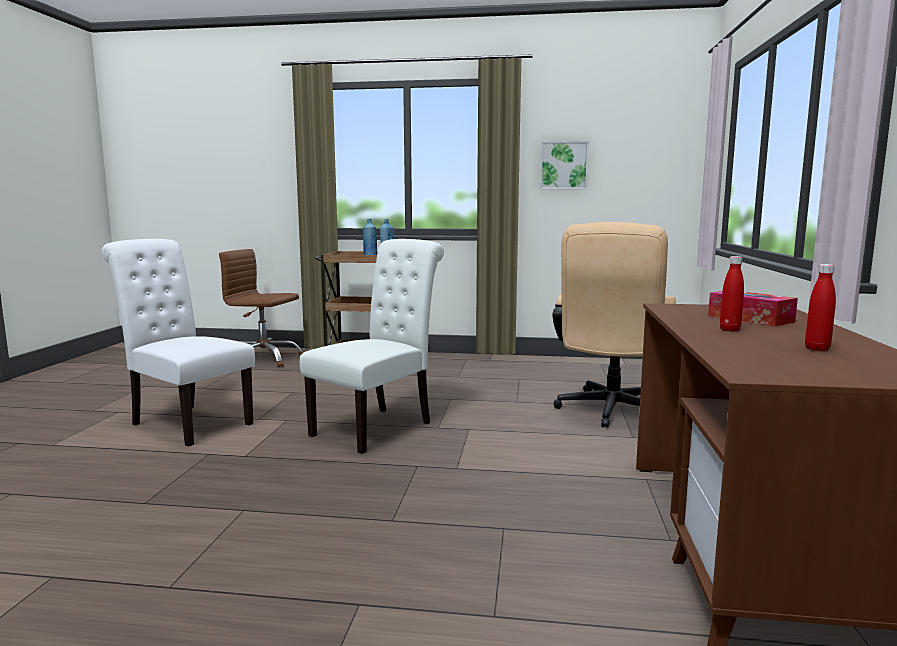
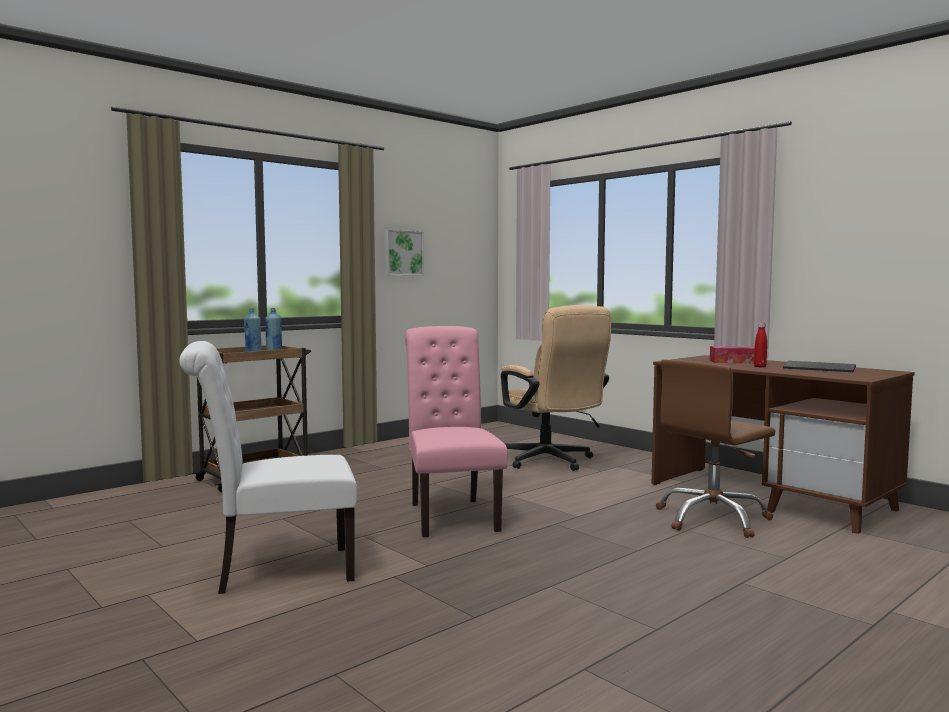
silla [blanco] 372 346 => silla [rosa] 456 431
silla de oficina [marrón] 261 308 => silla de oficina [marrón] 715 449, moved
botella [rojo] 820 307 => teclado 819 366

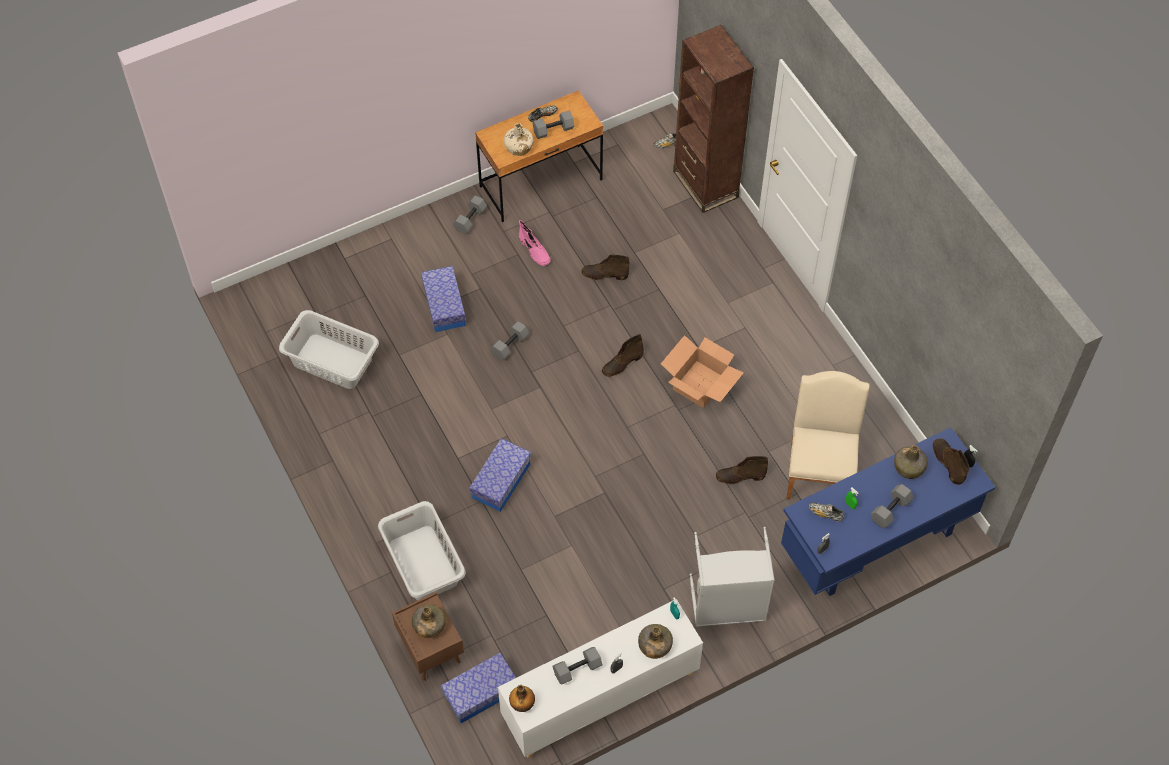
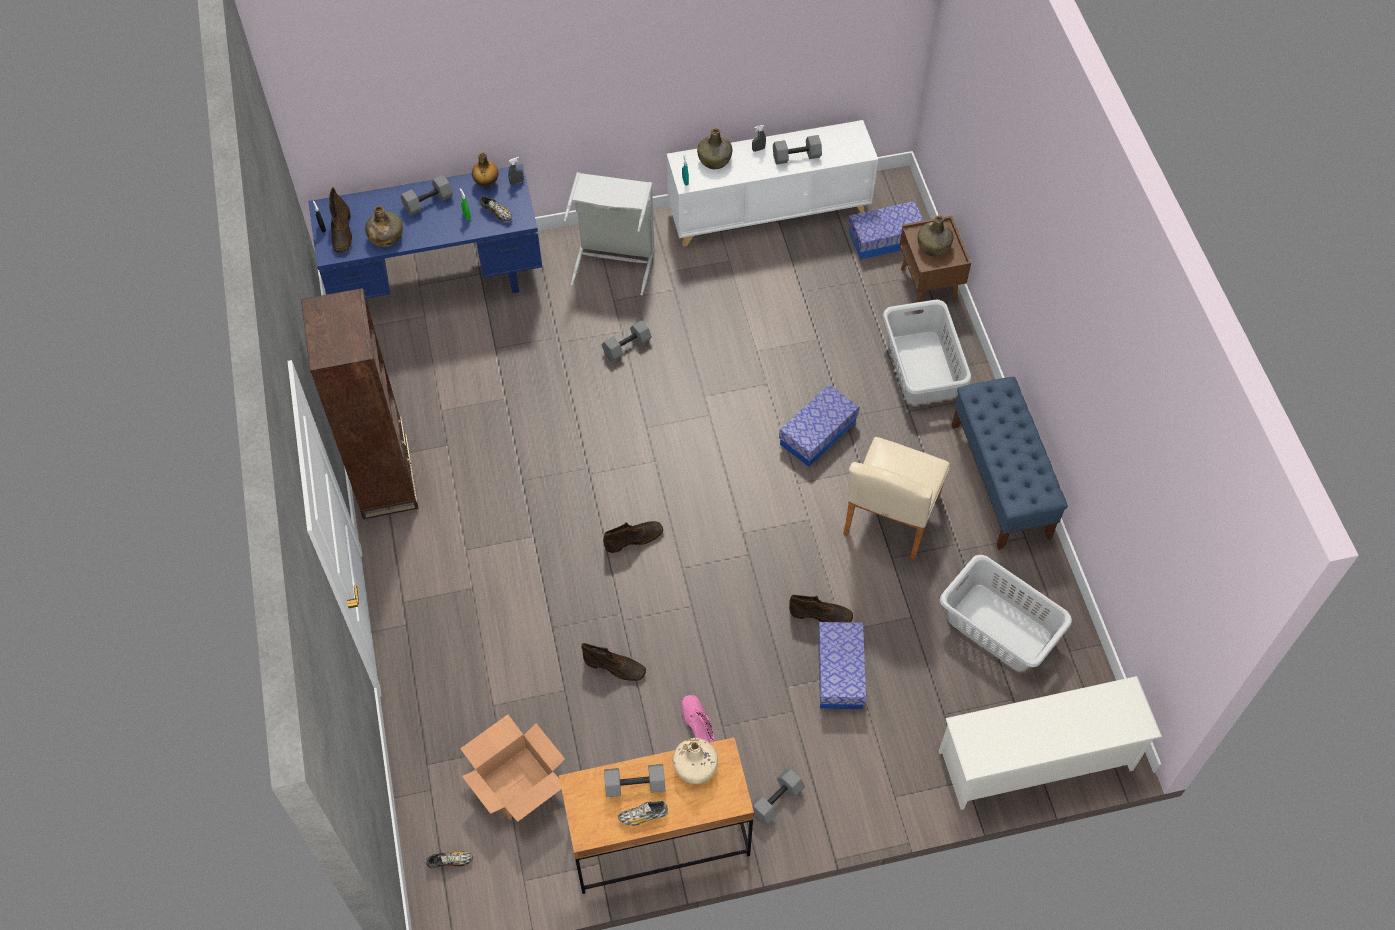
estantería [marrón] 713 119 => estantería [marrón] 359 403, moved
caja de cartón 702 371 => caja de cartón 512 768, moved
botella 522 698 => botella 485 170, moved
mancuerna [gris] 509 341 => mancuerna [gris] 627 341, moved
bota [marrón] 742 470 => bota [marrón] 821 608, moved
silla [beis] 828 435 => silla [beis] 896 498, moved
nothing => zapatero [blanco] 1050 743
nothing => banco [azul] 1010 463

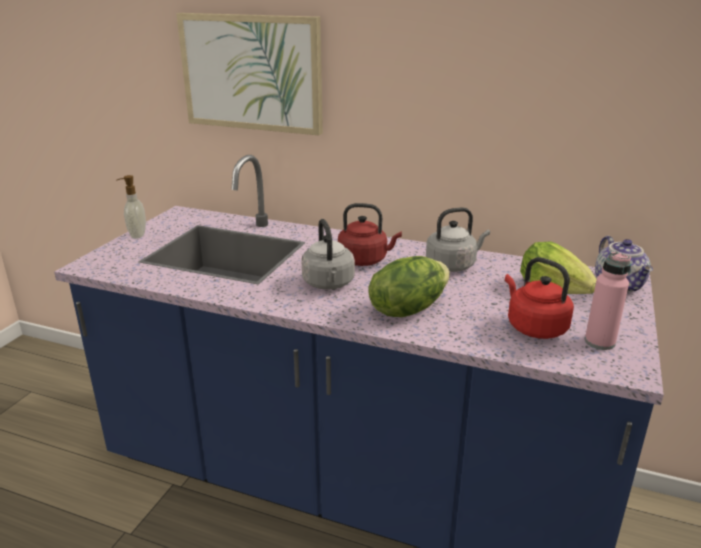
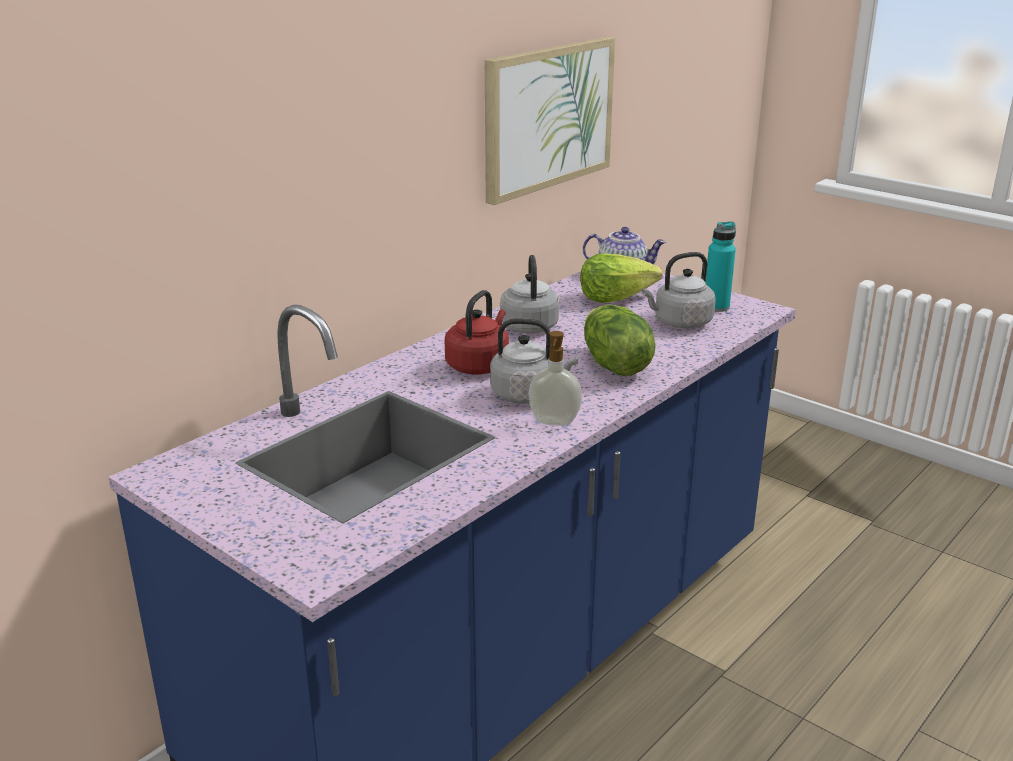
cuadro 249 74 => cuadro 550 121, moved
dispensador de jabón 131 207 => dispensador de jabón 555 378, moved
hervidor [rojo] 539 298 => hervidor [gris] 678 290
botella [rosa] 608 300 => botella [turquesa] 721 266

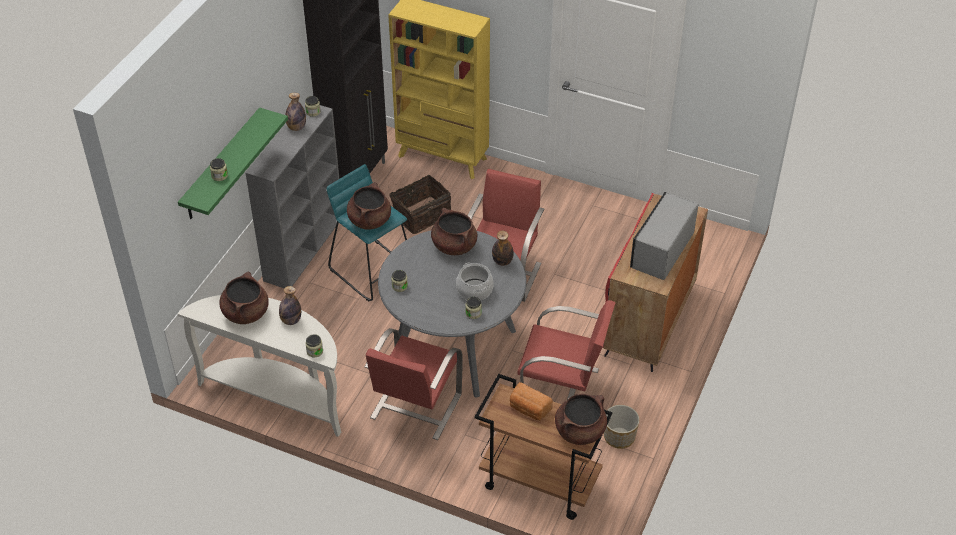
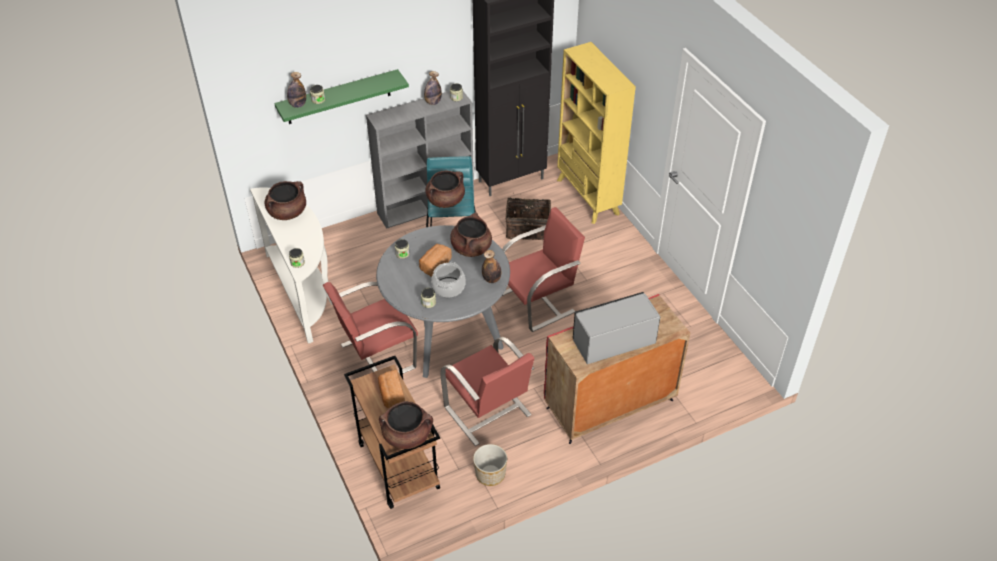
botella 290 305 => botella 296 90, moved
nothing => pan 435 260

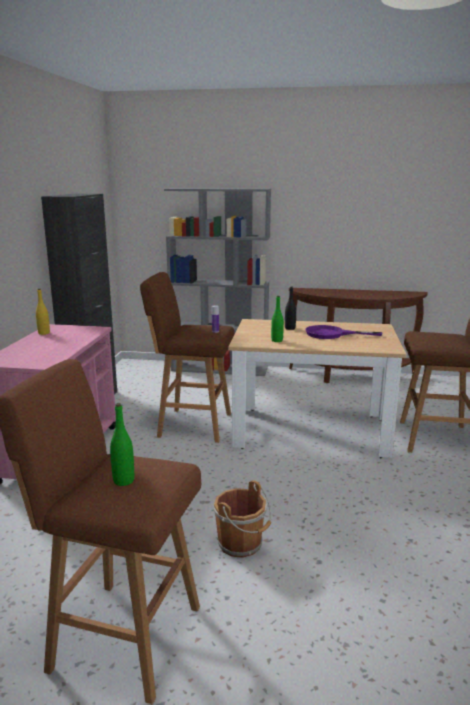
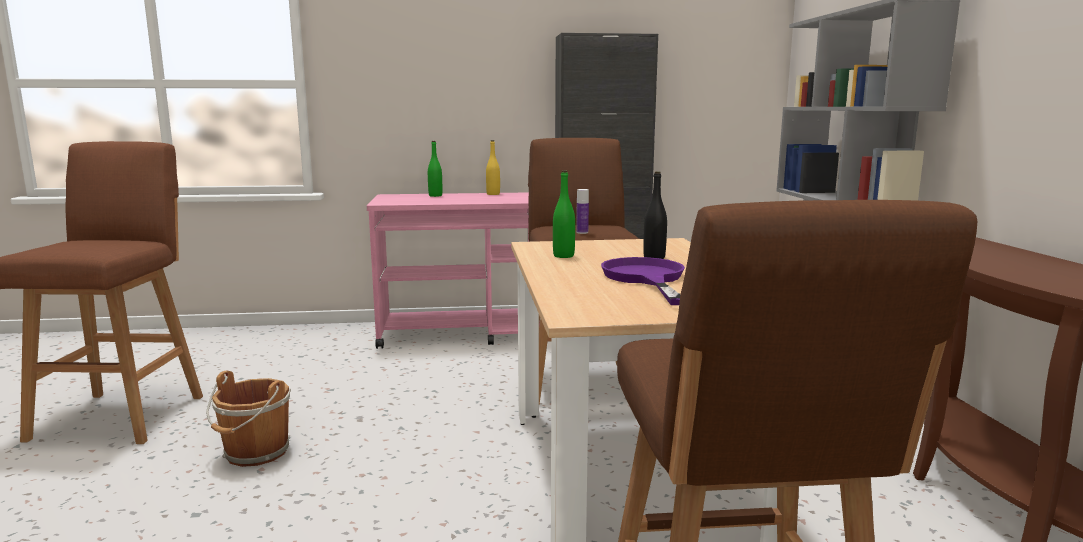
botella [verde] 122 444 => botella [verde] 435 169, moved

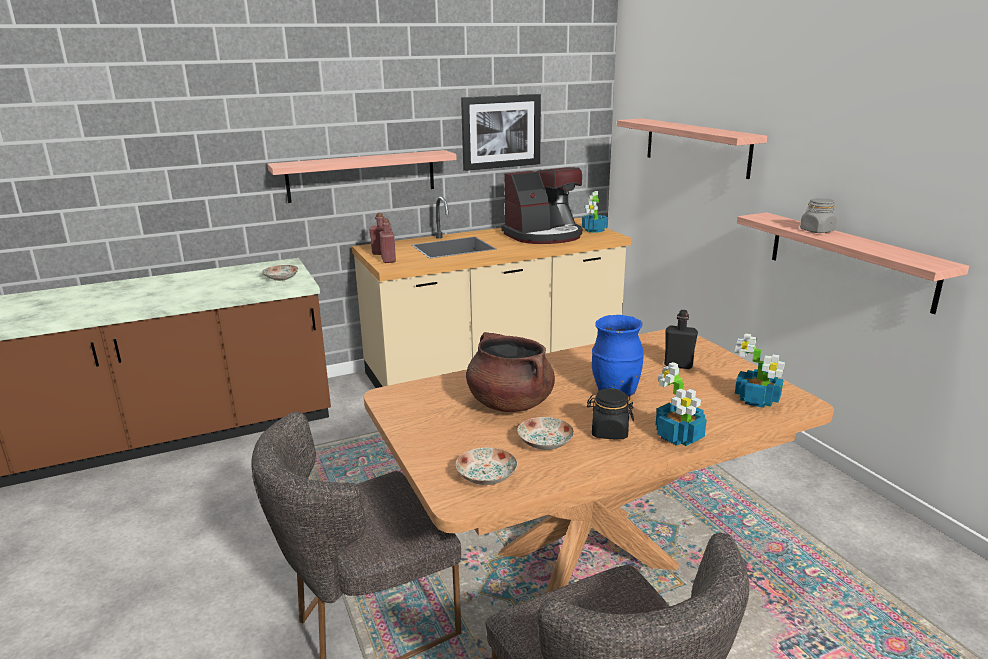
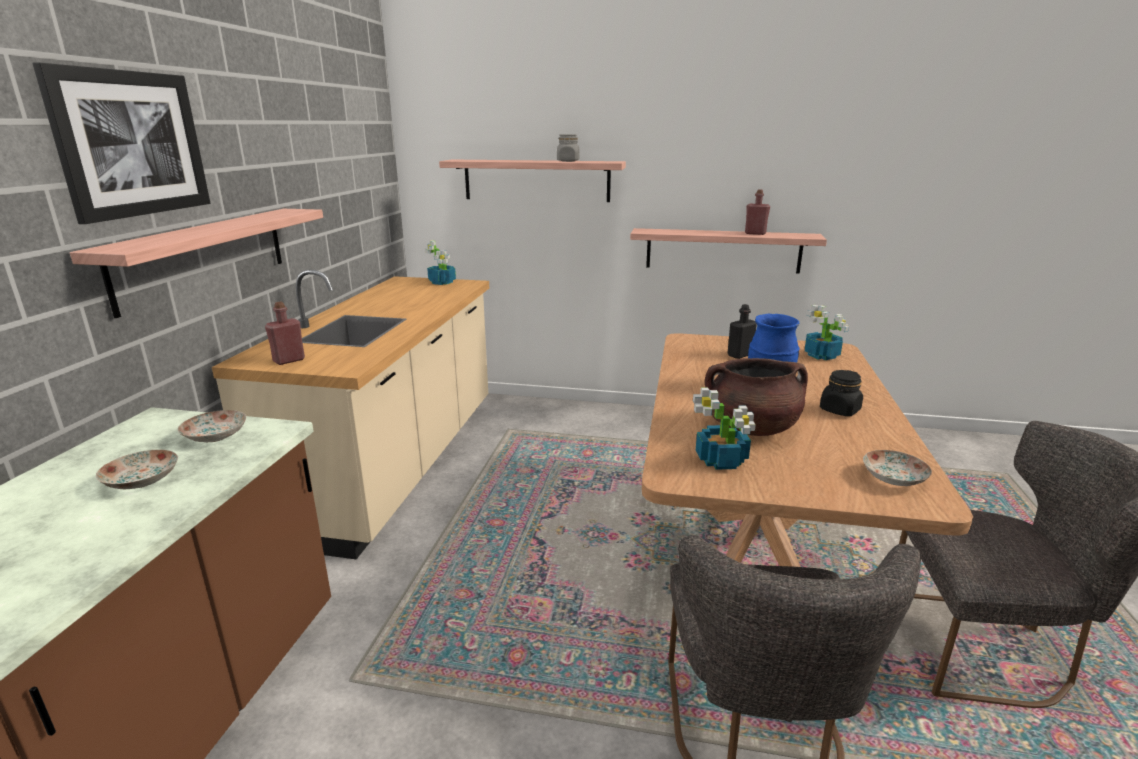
cuadro 501 132 => cuadro 121 143, moved
plato 545 433 => plato 137 469, moved
tarro [gris] 818 215 => tarro [gris] 568 148, moved
planta en maceta 681 404 => planta en maceta 724 428, moved
botella [rojo] 388 240 => botella [rojo] 757 212, moved
cafetera 541 205 => nothing

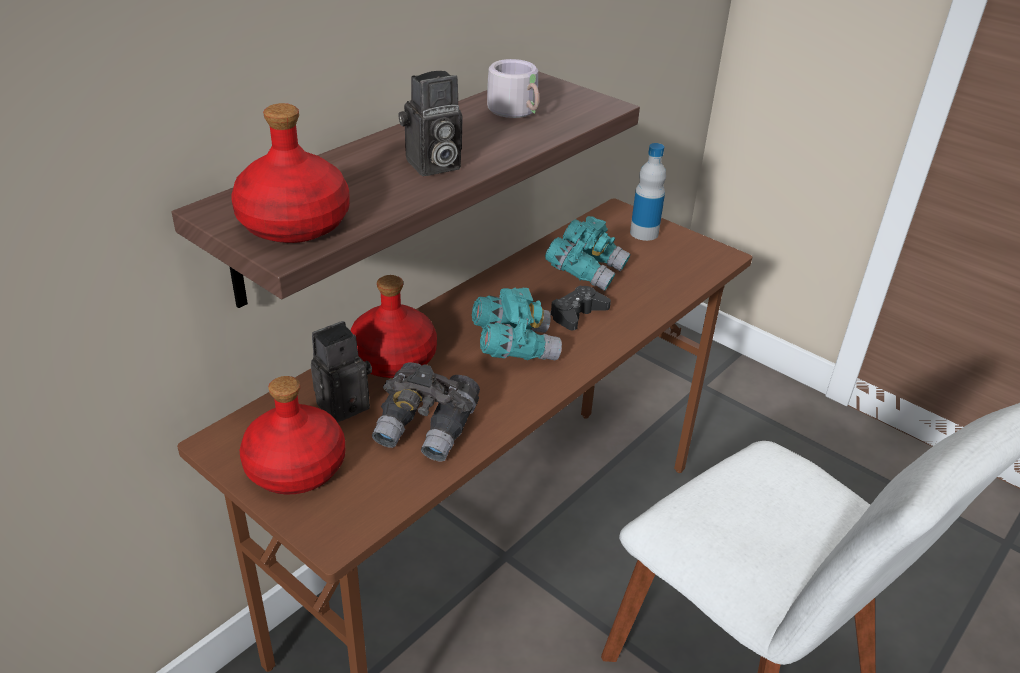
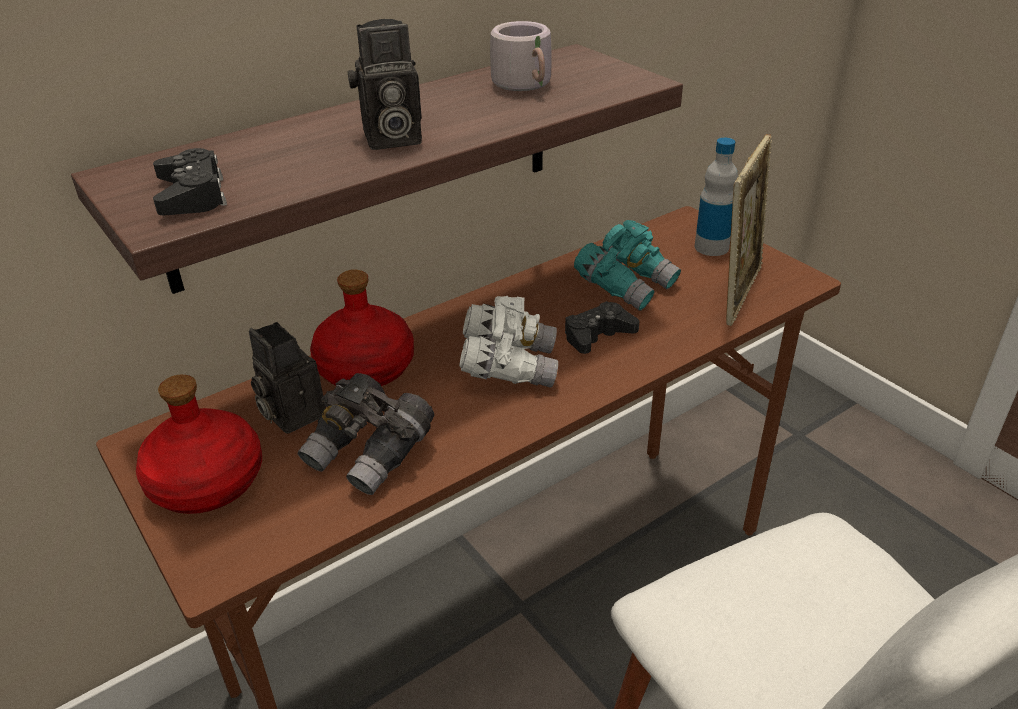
botella [rojo] 290 173 => mando de consola [negro] 190 181
cámara 341 372 => cámara 287 378, 105 degrees counterclockwise
prismáticos [turquesa] 517 324 => prismáticos [blanco] 508 342
nothing => portarretratos 749 230

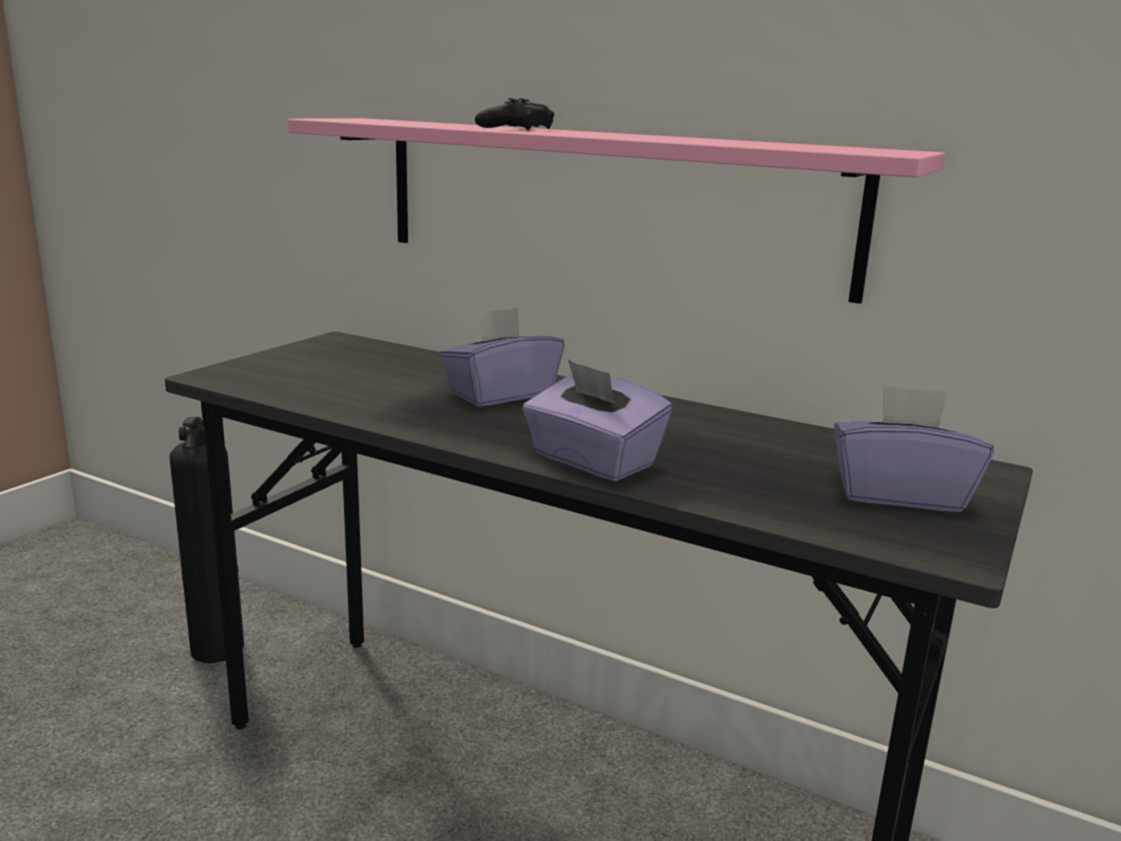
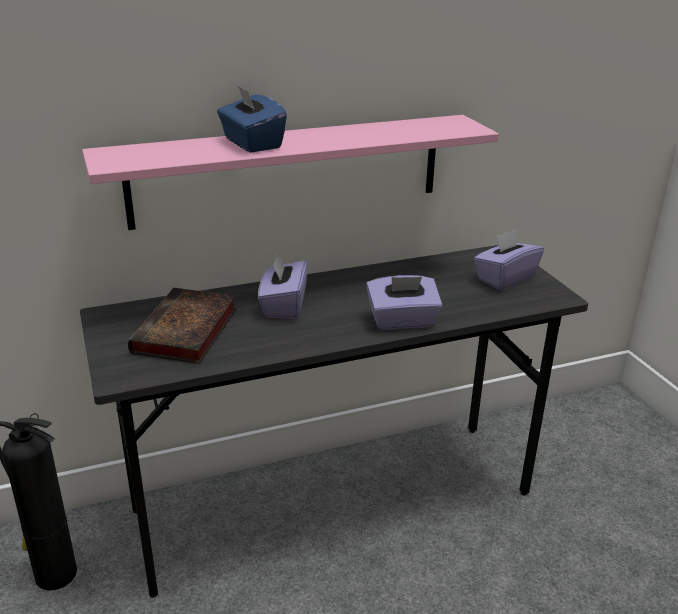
nothing => libro 182 326
mando de consola [negro] 514 114 => caja de pañuelos [azul] 252 119

